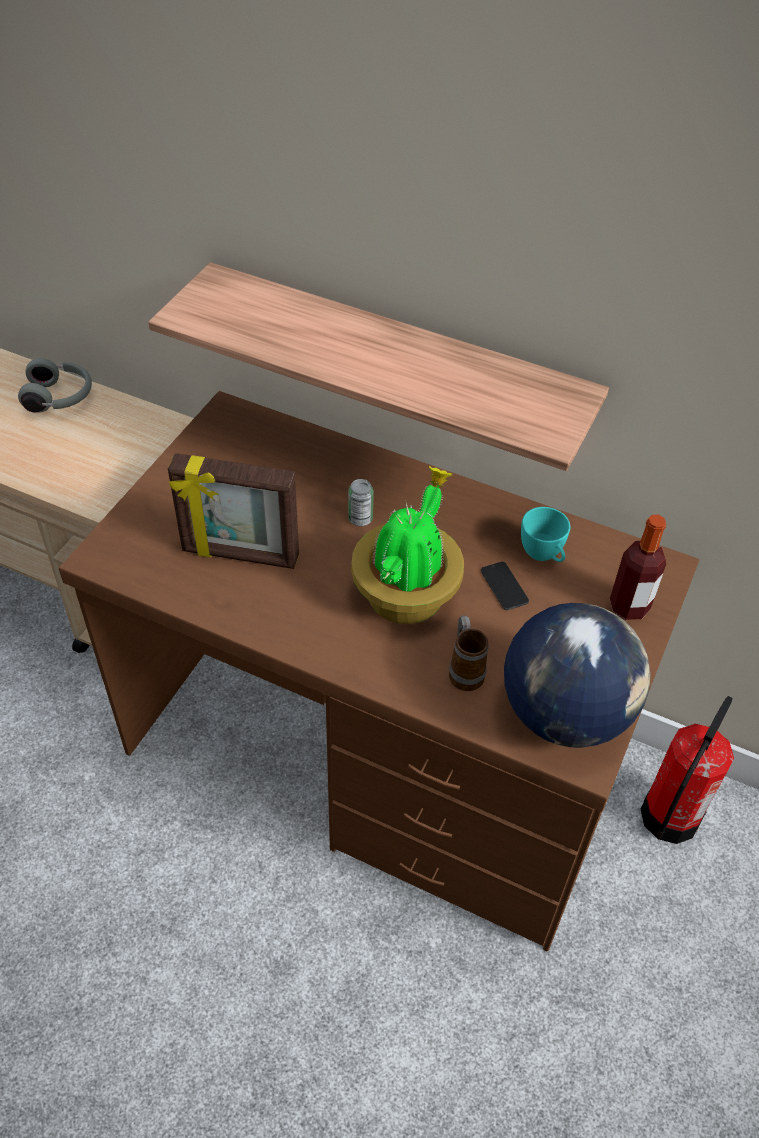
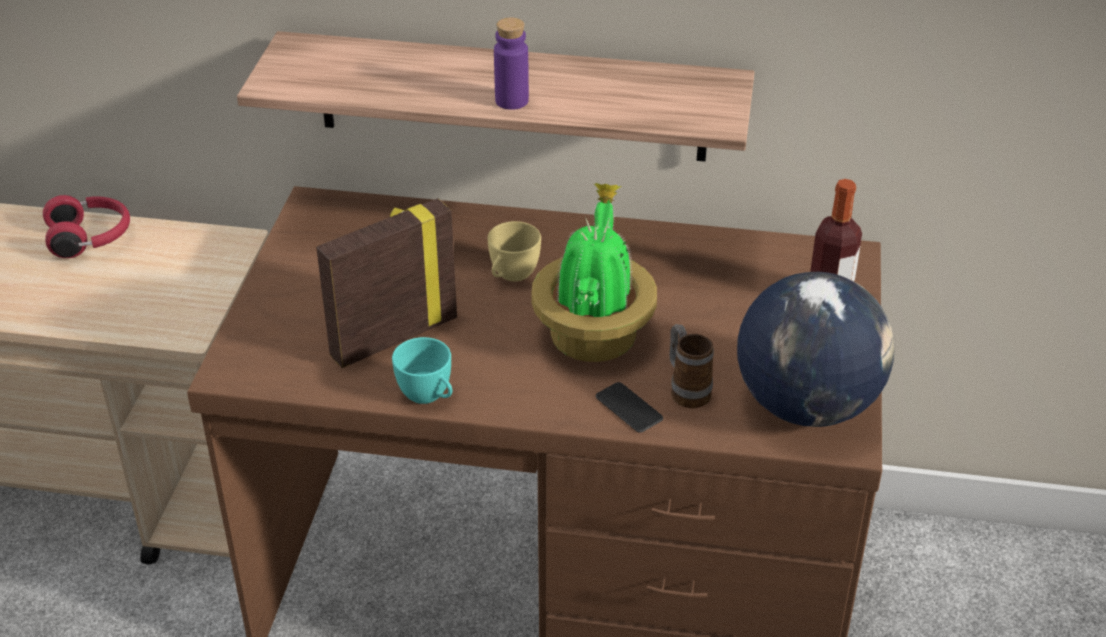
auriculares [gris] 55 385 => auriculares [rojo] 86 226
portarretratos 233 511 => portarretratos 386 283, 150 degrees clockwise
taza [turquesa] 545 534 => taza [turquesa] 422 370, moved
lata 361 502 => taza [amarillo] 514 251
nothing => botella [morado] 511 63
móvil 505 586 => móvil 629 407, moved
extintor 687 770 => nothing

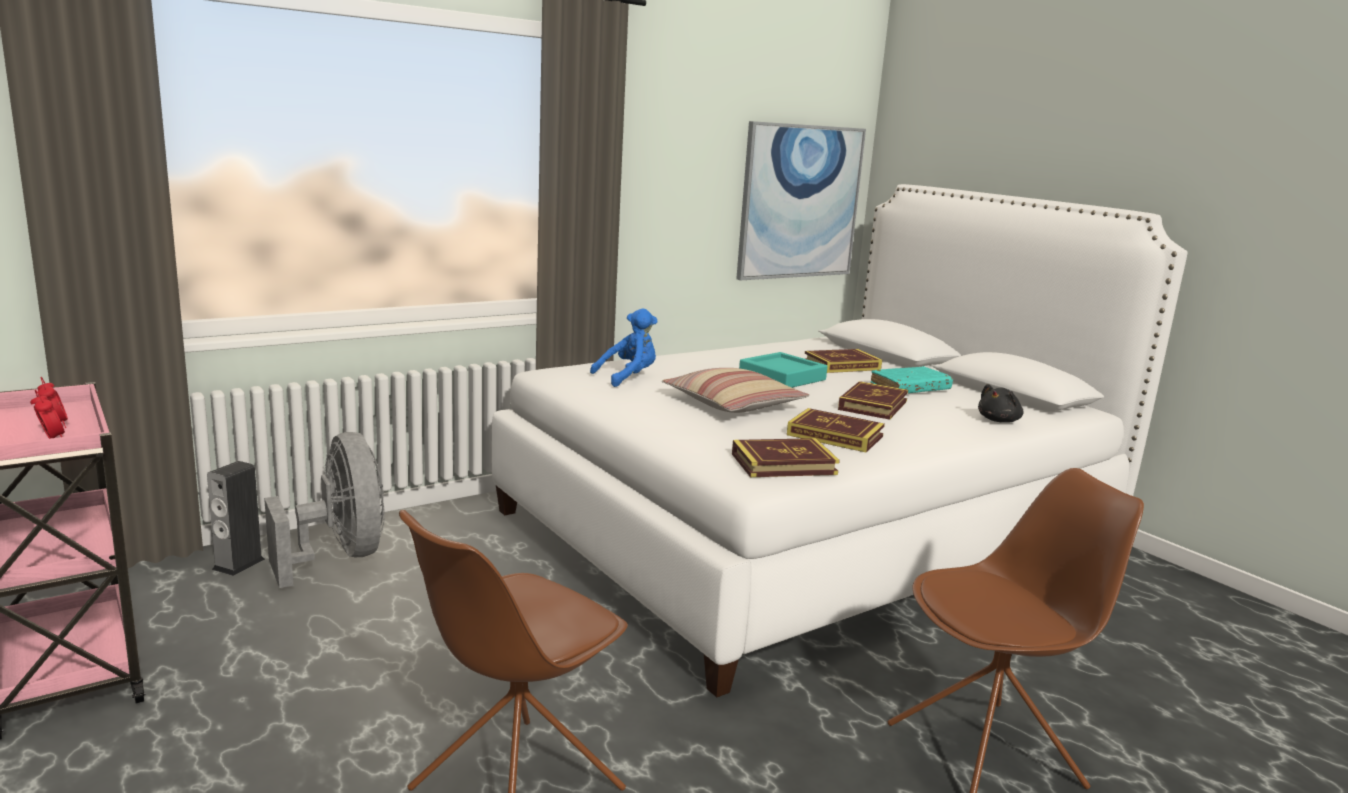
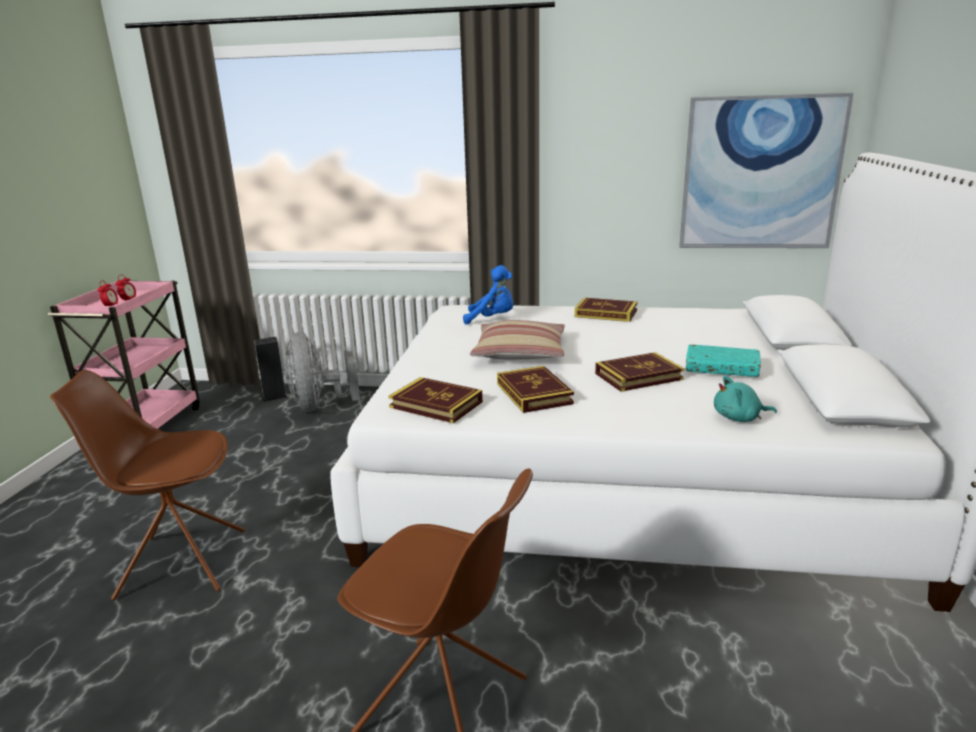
ventilador [gris] 324 510 => ventilador [gris] 322 372, 150 degrees clockwise
libro 843 361 => libro 606 310, moved
peluche [negro] 1001 403 => peluche [turquesa] 745 399
bandeja [turquesa] 783 370 => nothing

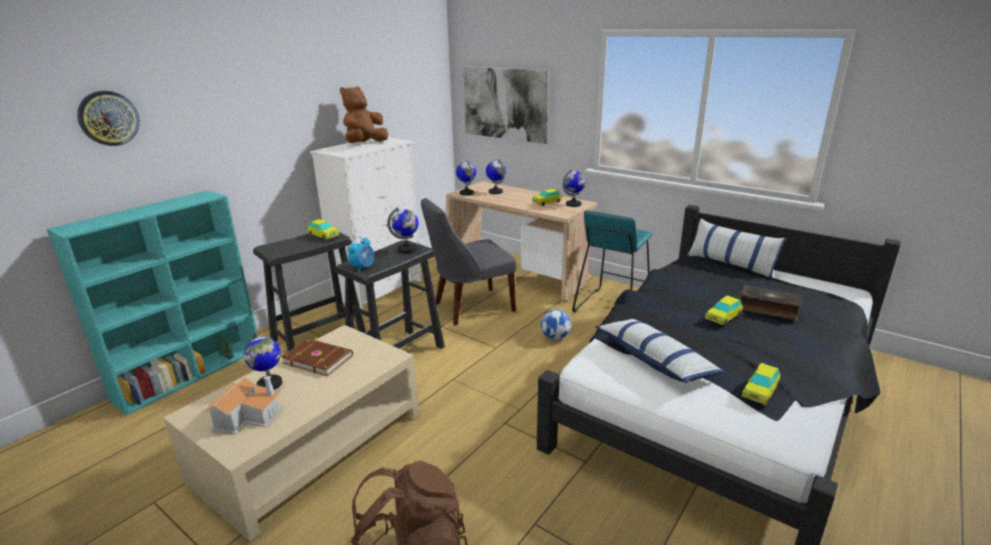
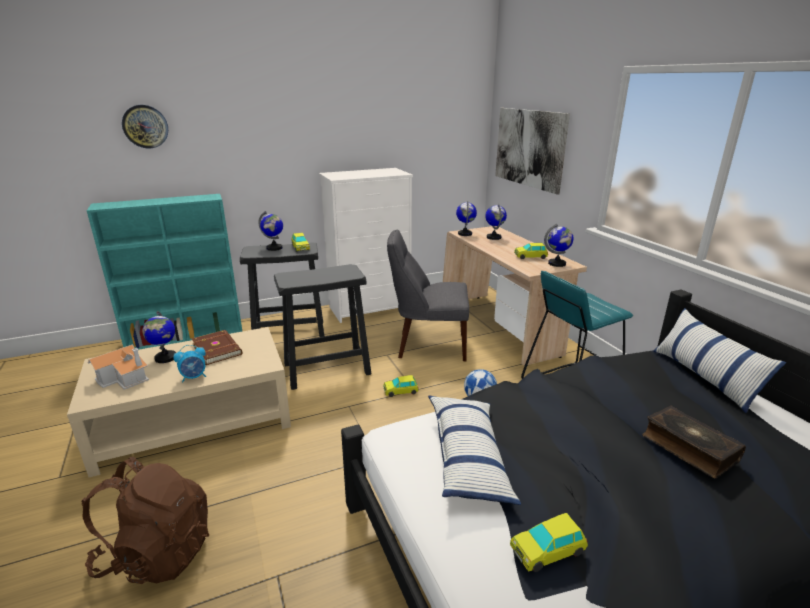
despertador 361 254 => despertador 190 364, moved
globo terráqueo 403 230 => globo terráqueo 270 231, moved
coche de juguete 724 310 => coche de juguete 401 386, moved
peluche [marrón] 364 114 => nothing

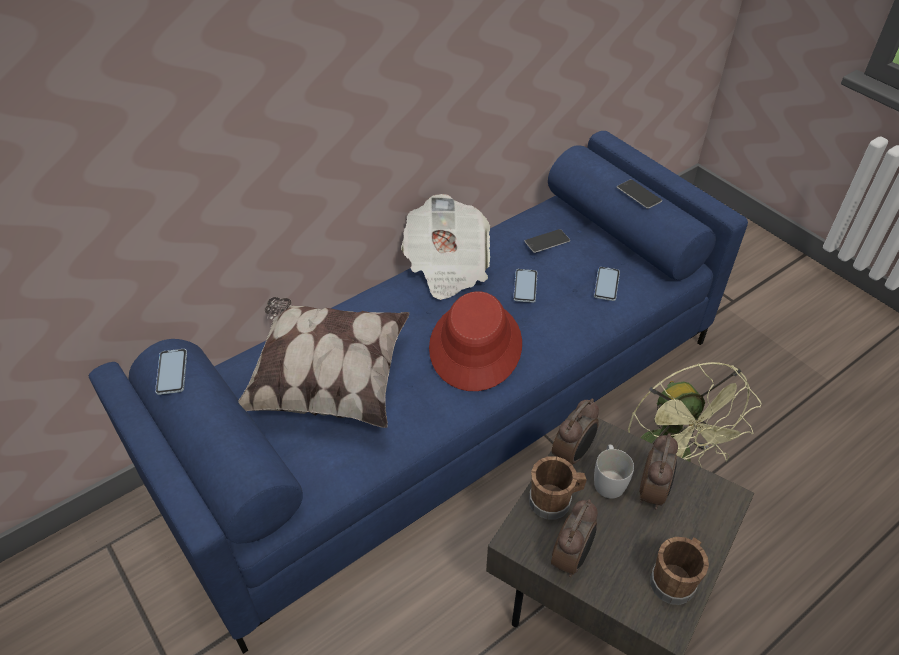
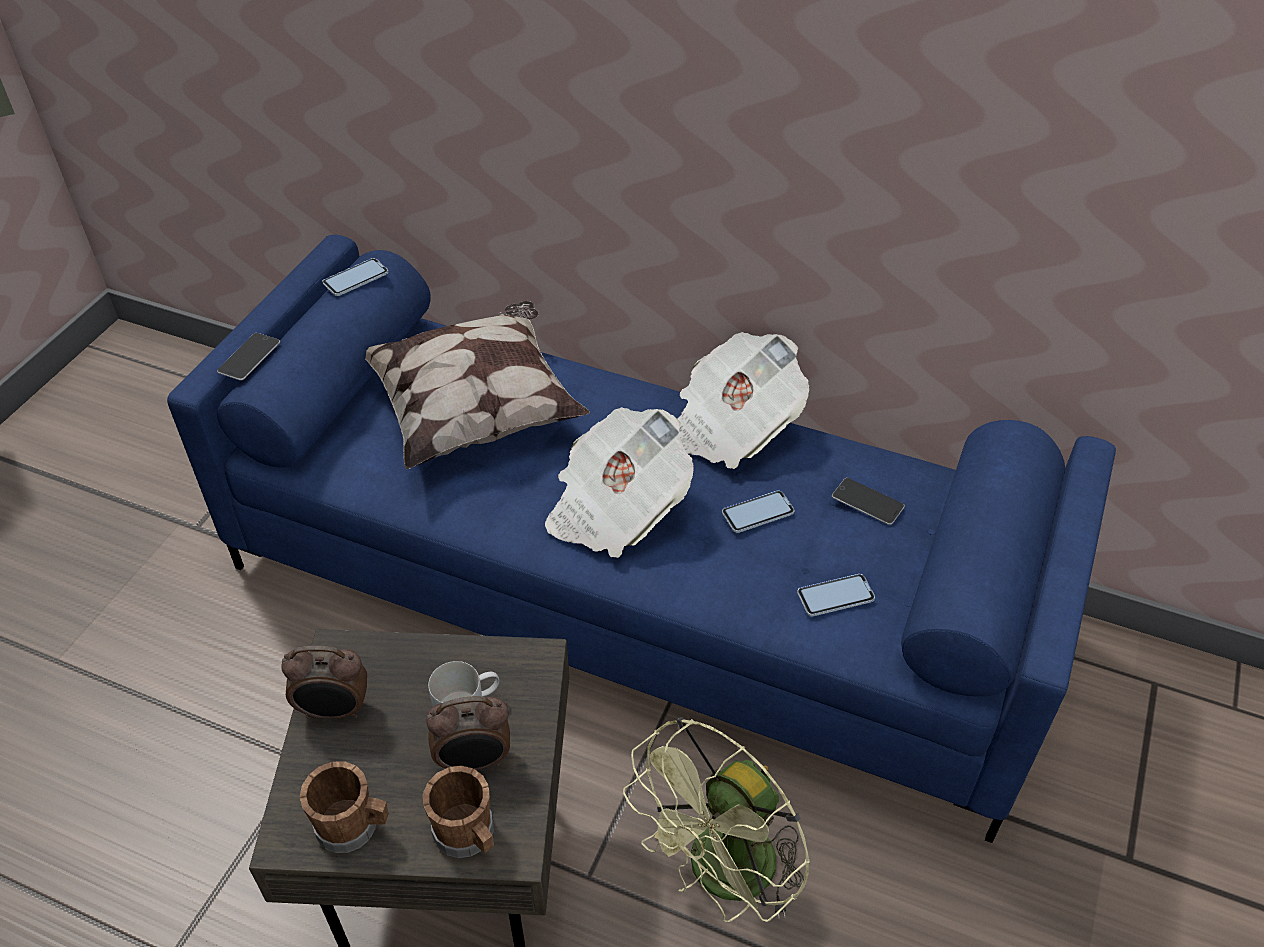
móvil 639 194 => móvil 248 356, moved
taza grande [marrón] 558 487 => taza grande [marrón] 458 812, moved
sombrero [rojo] 475 341 => periódico 619 482
despertador 575 432 => nothing

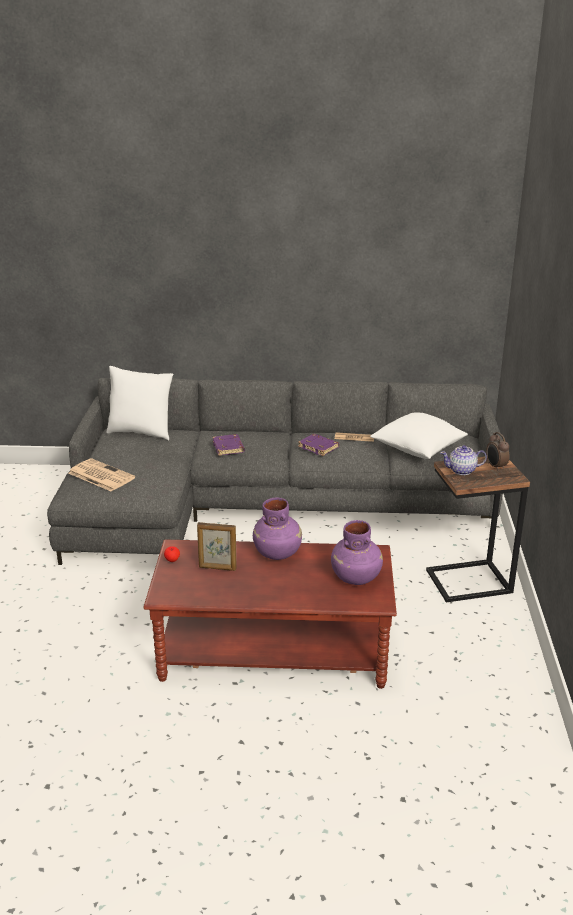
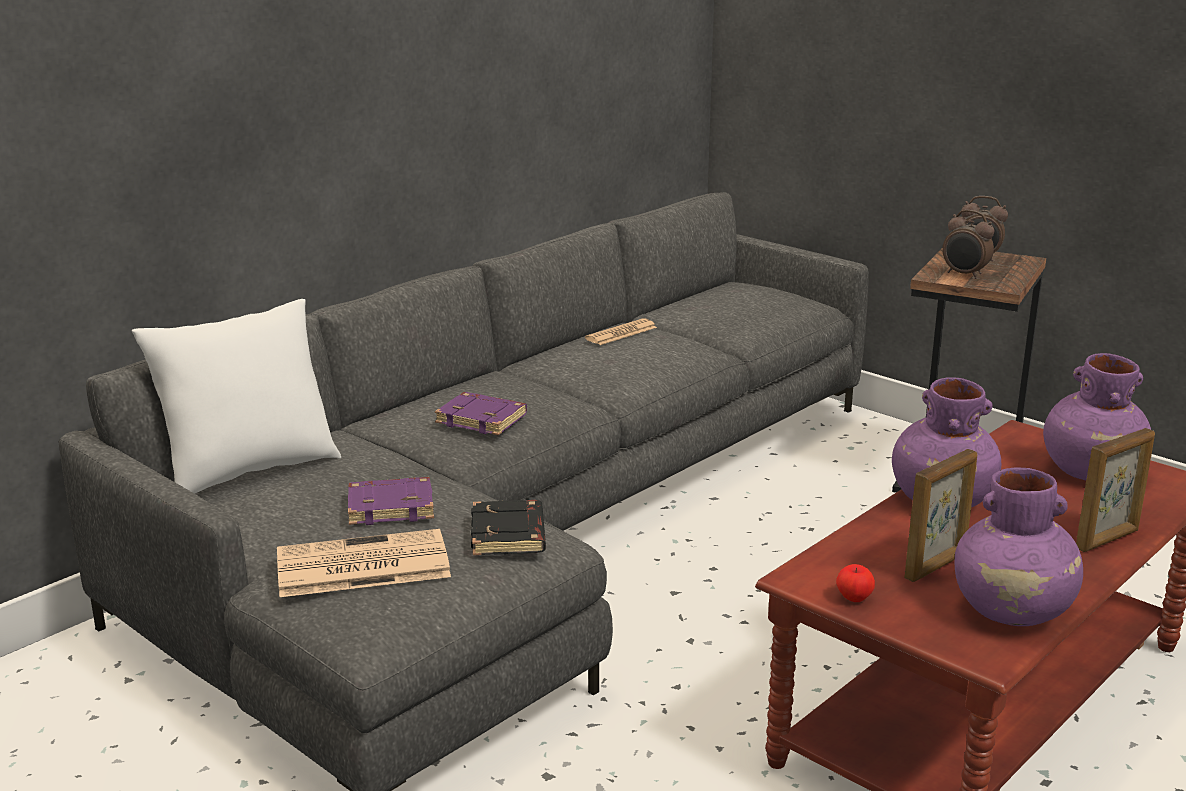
libro [morado] 318 445 => libro [morado] 391 501, moved
nothing => libro [negro] 508 527
tetera 463 460 => despertador 968 244
nothing => florero [morado] 1019 546
nothing => portarretratos 1115 490
cojín [blanco] 419 436 => nothing

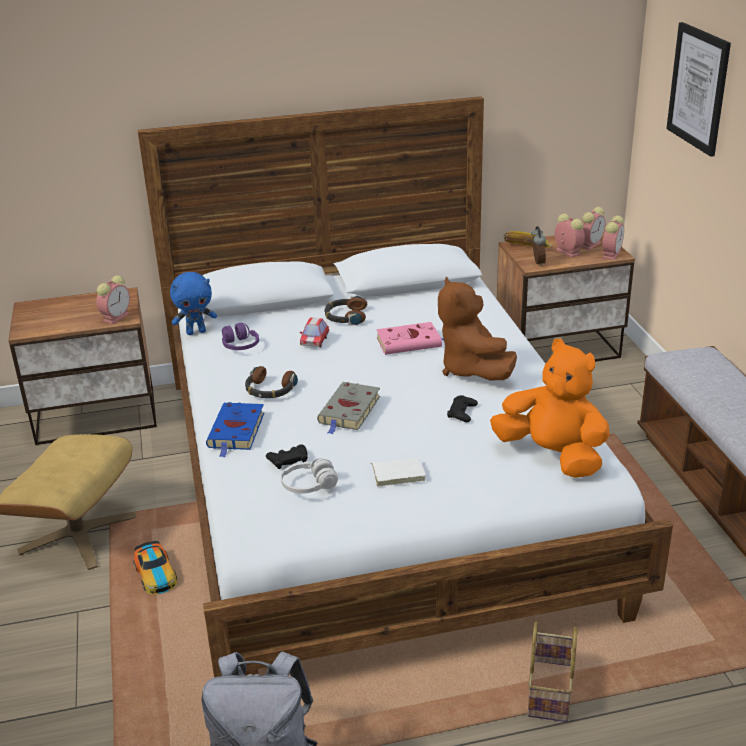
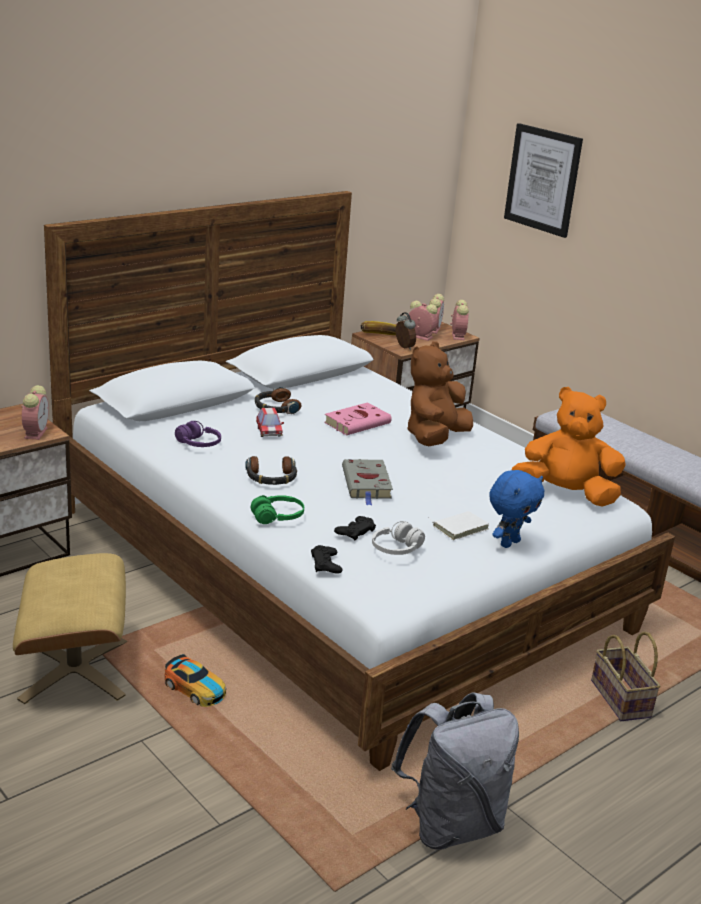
libro [azul] 235 429 => auriculares [verde] 277 509
mando de consola [negro] 462 408 => mando de consola [negro] 327 559, moved
peluche [marrón] 477 328 => peluche [marrón] 440 393, 75 degrees clockwise
peluche [azul] 193 303 => peluche [azul] 516 509, moved

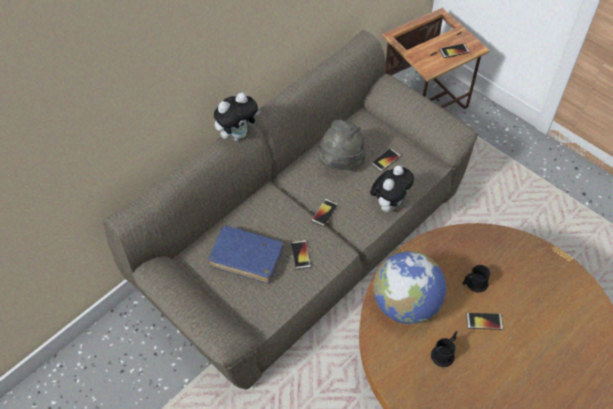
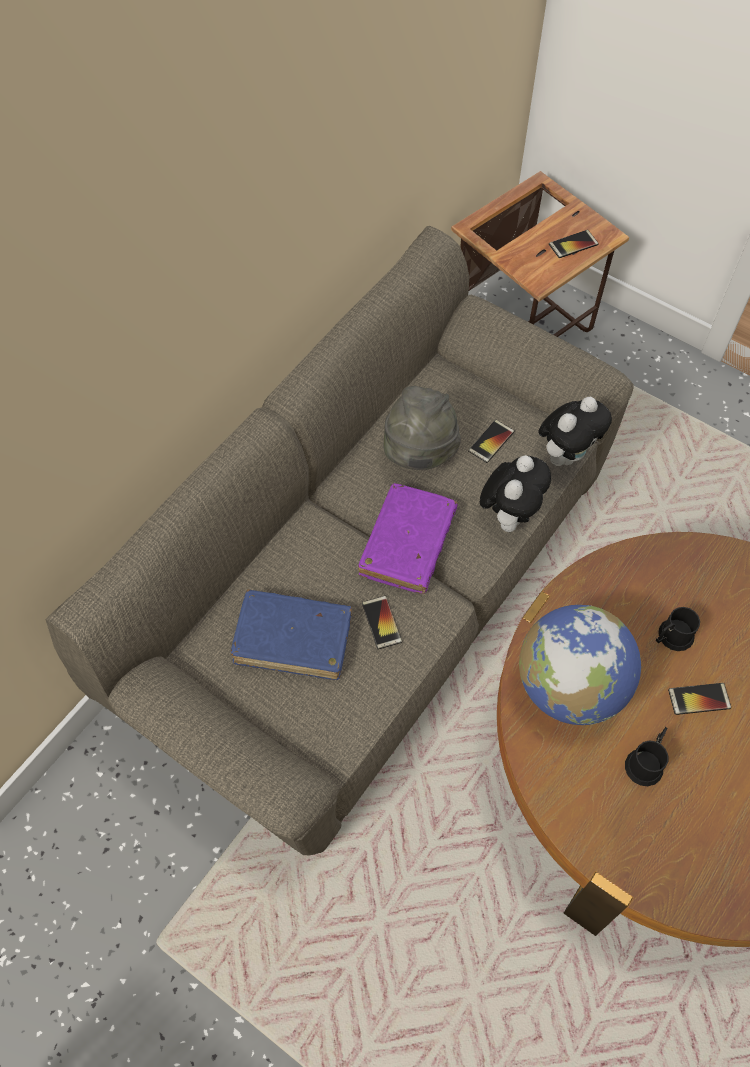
móvil 324 212 => libro [morado] 408 538
peluche 237 117 => peluche 575 431, moved

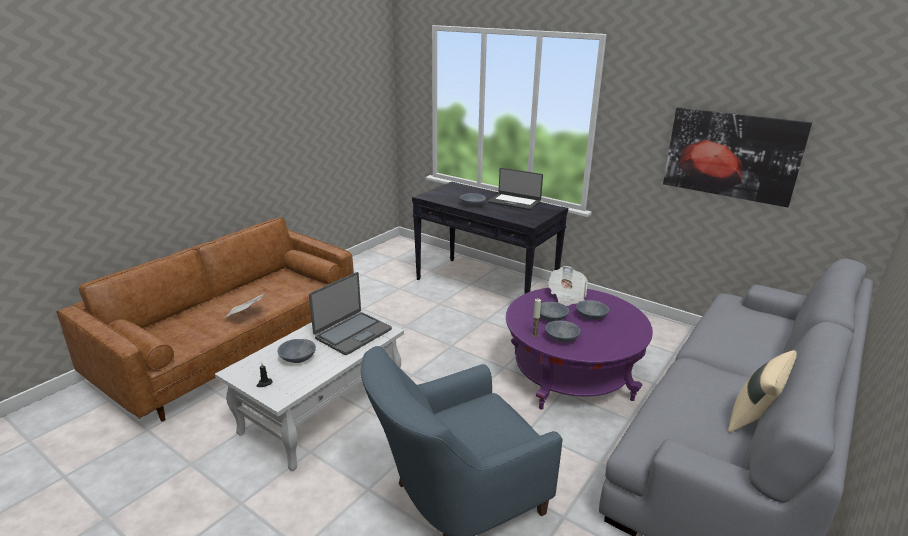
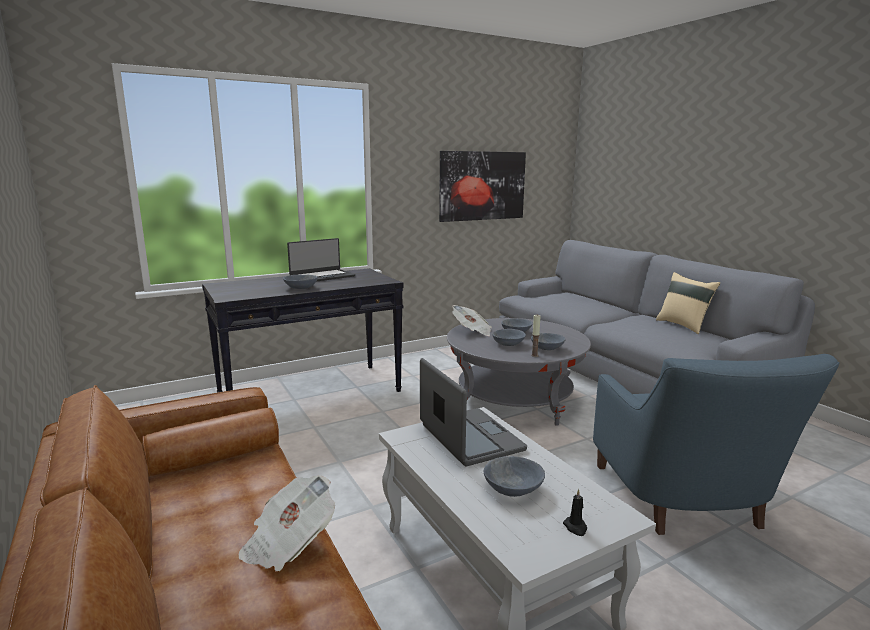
mesa de centro [morado] 579 348 => mesa de centro [gris] 519 372

